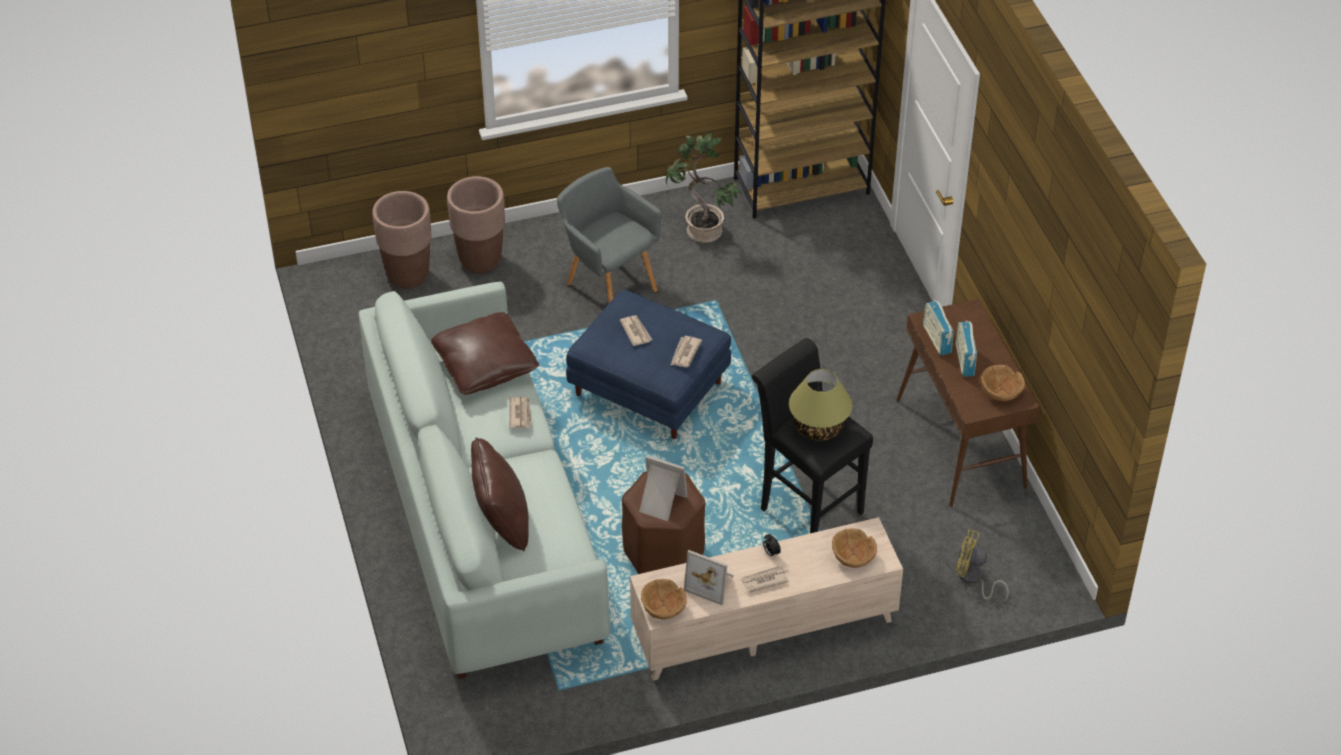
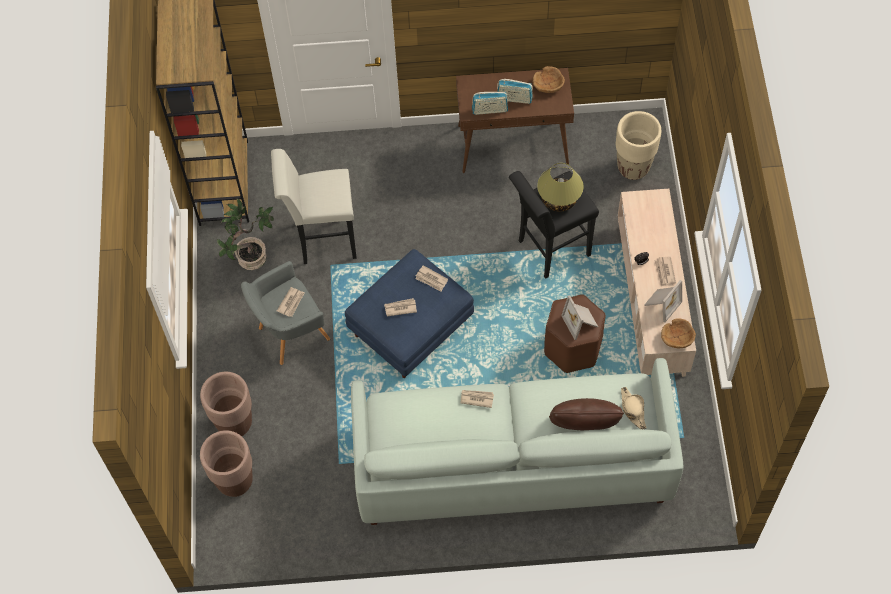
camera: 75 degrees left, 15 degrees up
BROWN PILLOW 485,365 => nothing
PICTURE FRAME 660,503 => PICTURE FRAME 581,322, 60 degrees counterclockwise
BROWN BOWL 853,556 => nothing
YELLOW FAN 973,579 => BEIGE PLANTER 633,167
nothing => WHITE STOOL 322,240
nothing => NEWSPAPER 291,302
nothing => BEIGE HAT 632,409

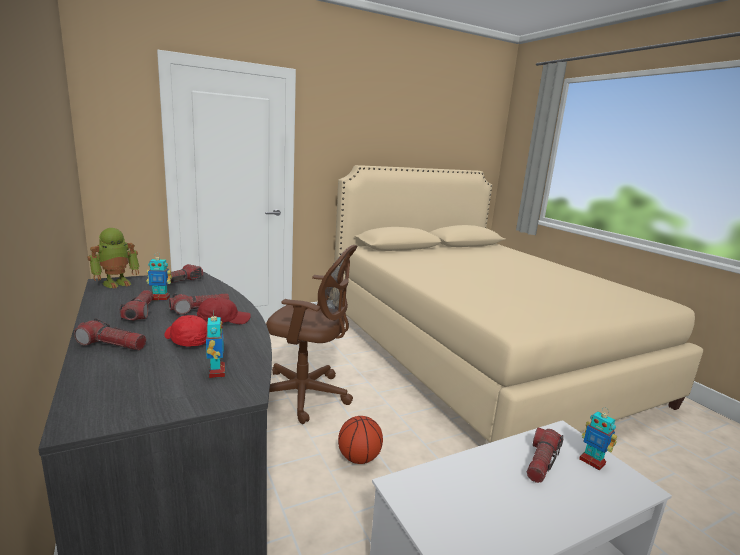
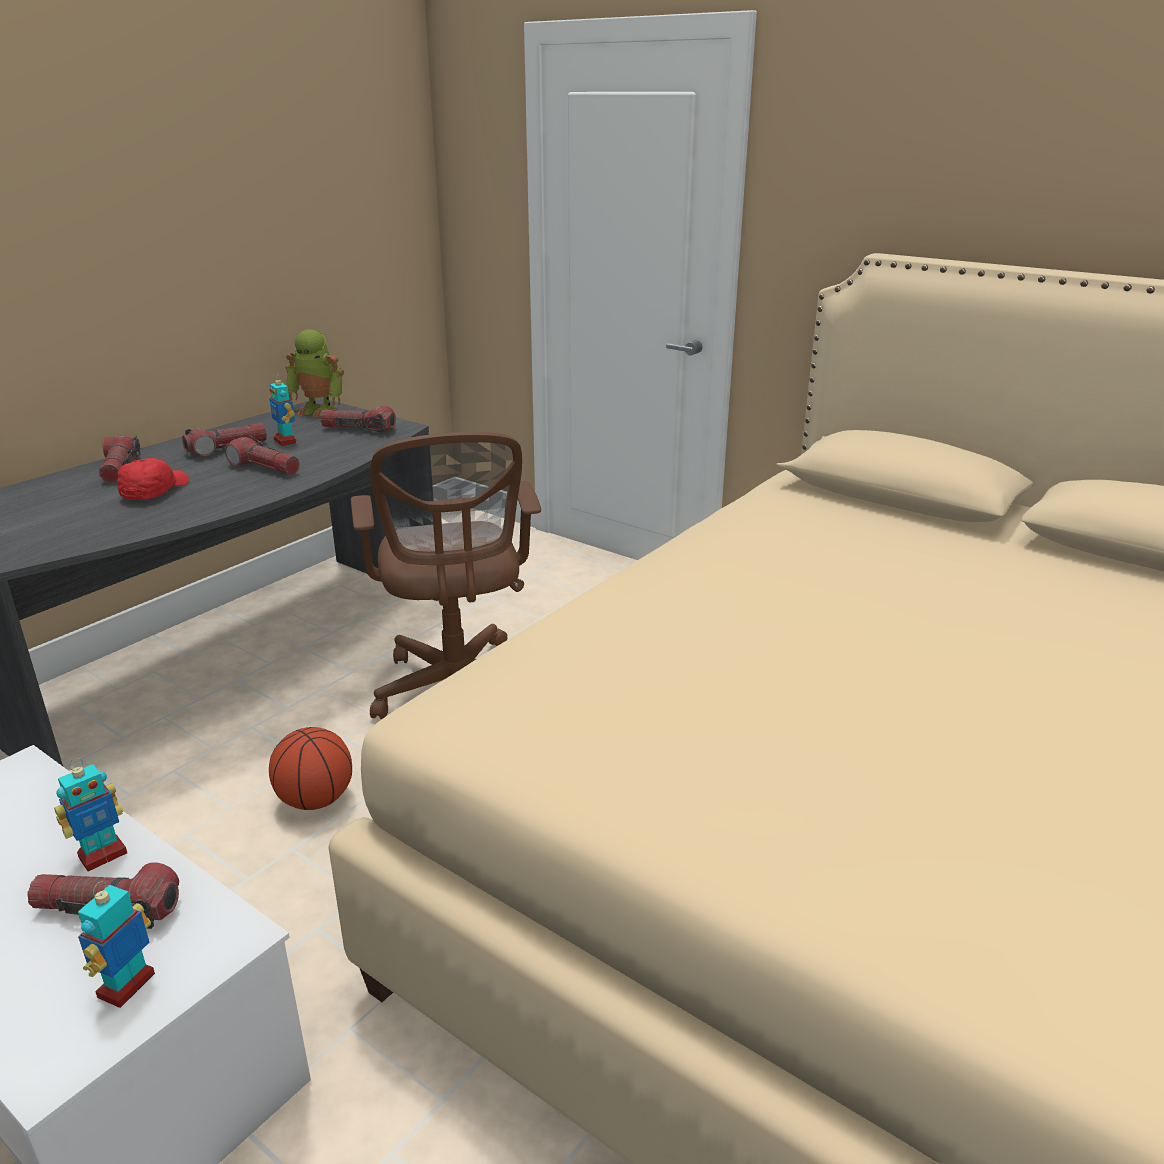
camera: 65 degrees right, 10 degrees up
RED CAP 223,320 => nothing
TOY ROBOT 216,372 => TOY ROBOT 102,855, move

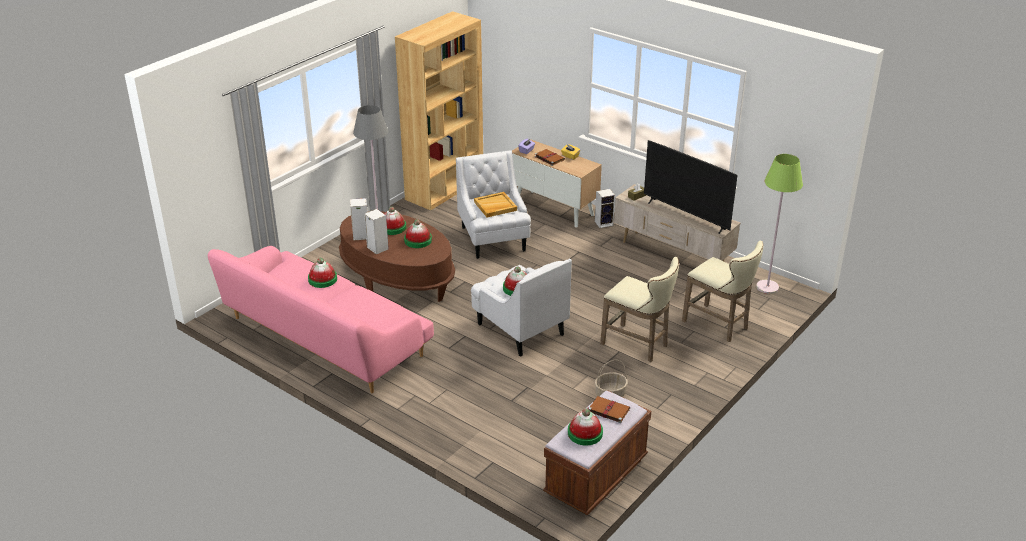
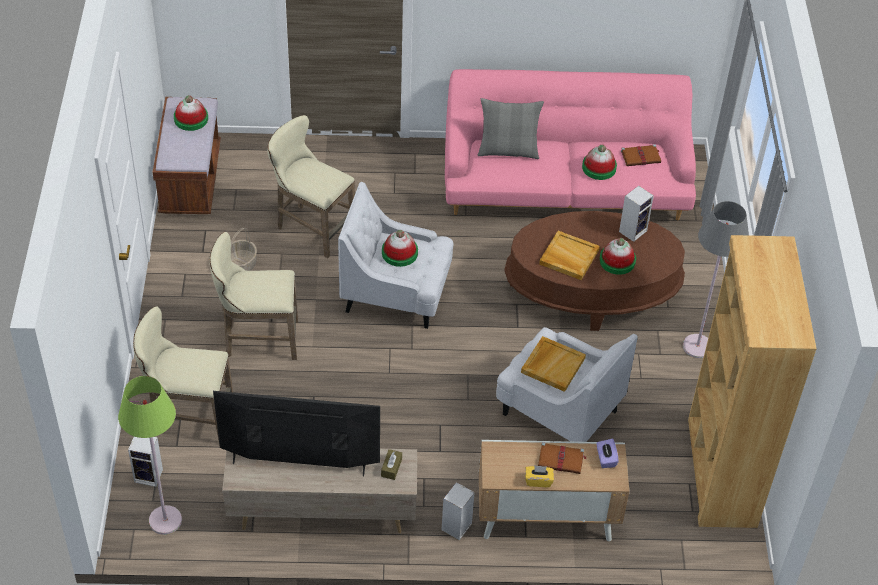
camera: 140 degrees right, 15 degrees up
SPEAKER 377,248 => SPEAKER 150,476, move
HAT 418,240 => BEIGE TRAY 568,257
BROWN BOOK 608,410 => BROWN BOOK 641,157, move
nothing => GREY PILLOW 508,151
nothing => BEIGE STOOL 311,228

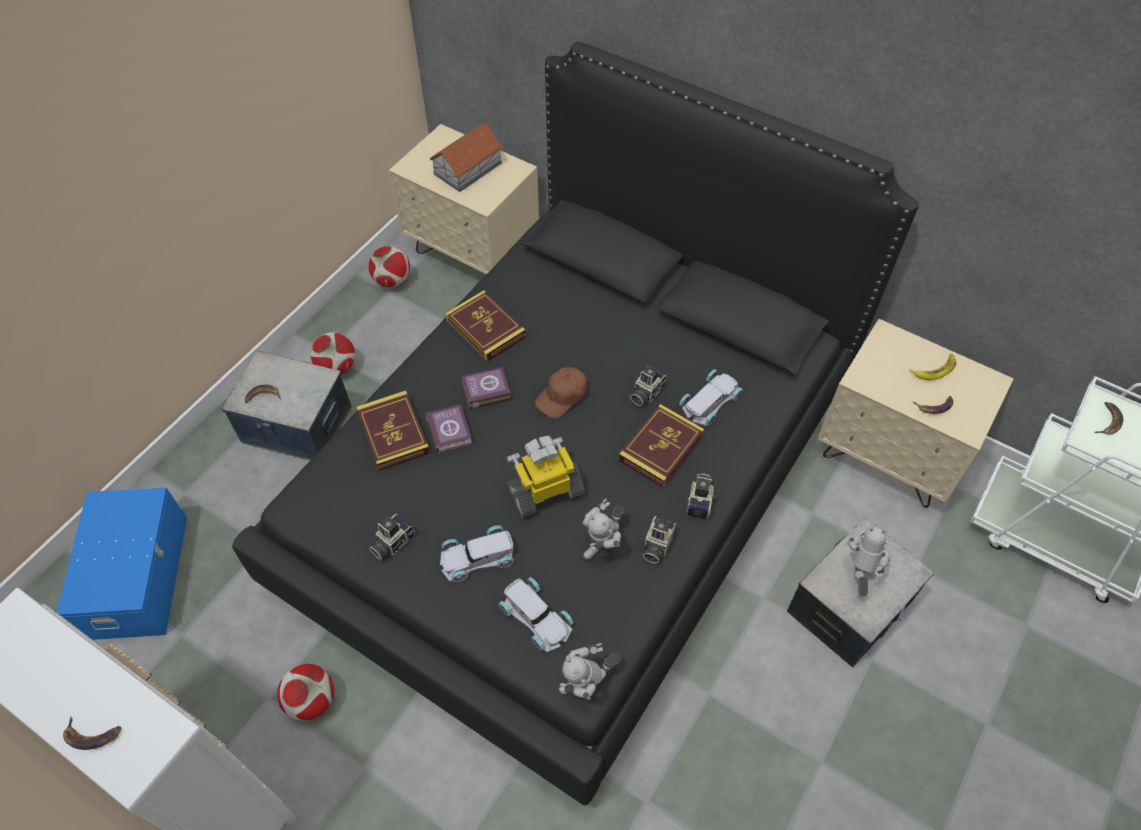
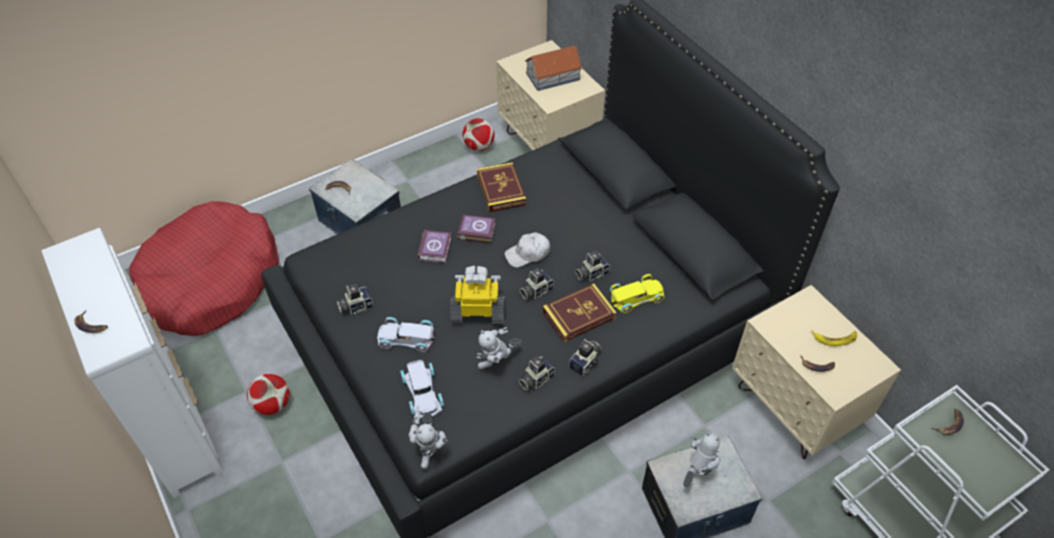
camera: 25 degrees right, 5 degrees down
FOOTBALL 337,367 => nothing
BROWN CAP 562,396 => WHITE CAP 528,254
WHITE TOY CAR 711,401 => YELLOW TOY CAR 637,297
BOOK 393,433 => nothing
BLUE STORAGE BOX 139,575 => RED DOG BED 210,281
TOY ROBOT 586,686 => TOY ROBOT 430,451, 90 degrees counterclockwise
nothing => PHOTO CAMERA 535,290

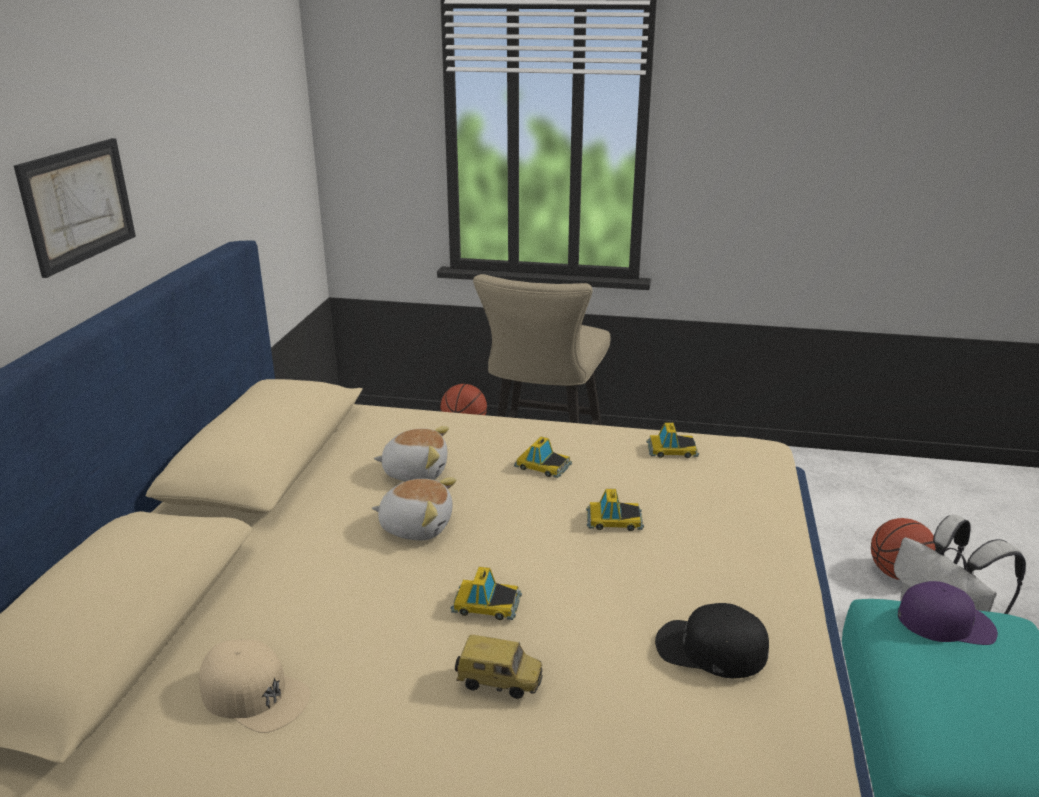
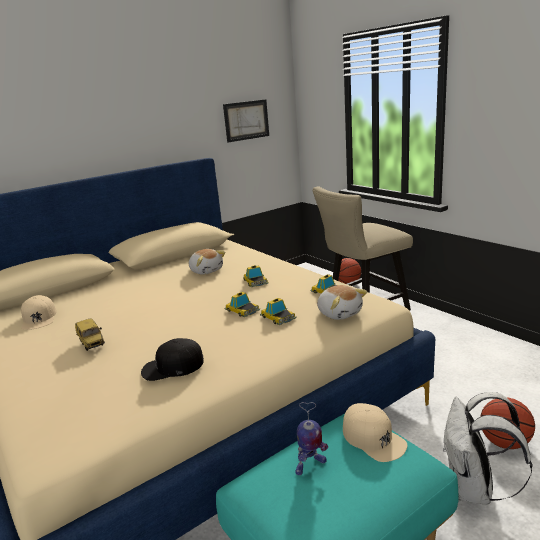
camera: 45 degrees right, 5 degrees down
PICTURE 78,204 => PICTURE 246,120, move
PLUSH TOY 416,526 => PLUSH TOY 339,313, move
TOY CAR 486,603 => TOY CAR 278,317, move
PURPLE CAP 946,622 => BEIGE CAP 373,438
BLACK CAP 710,649 => BLACK CAP 172,366, 75 degrees counterclockwise
nothing => TOY ROBOT 310,465

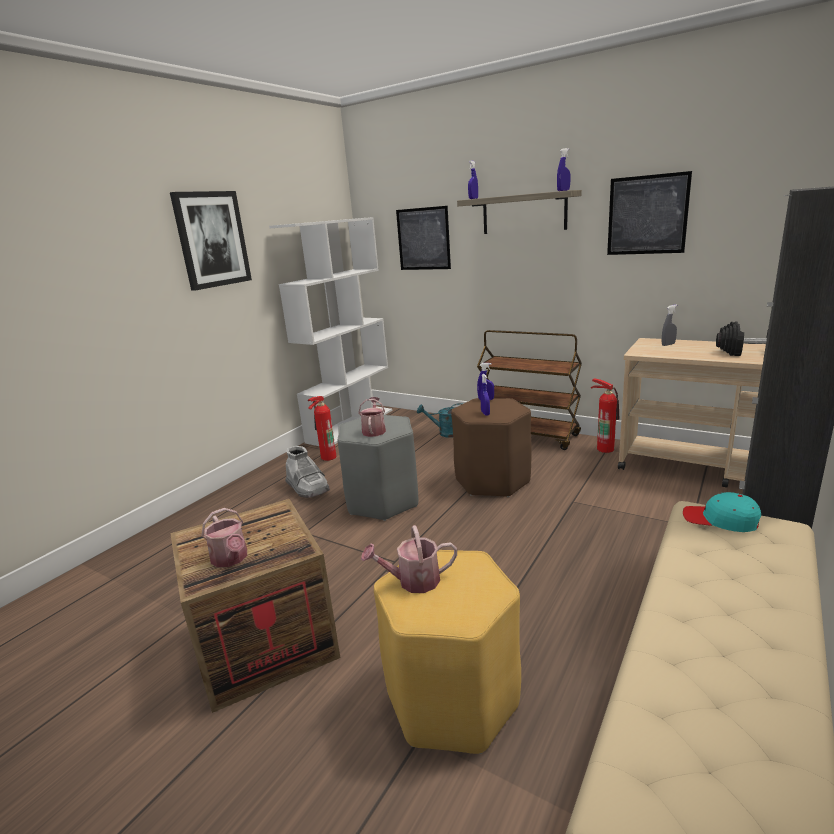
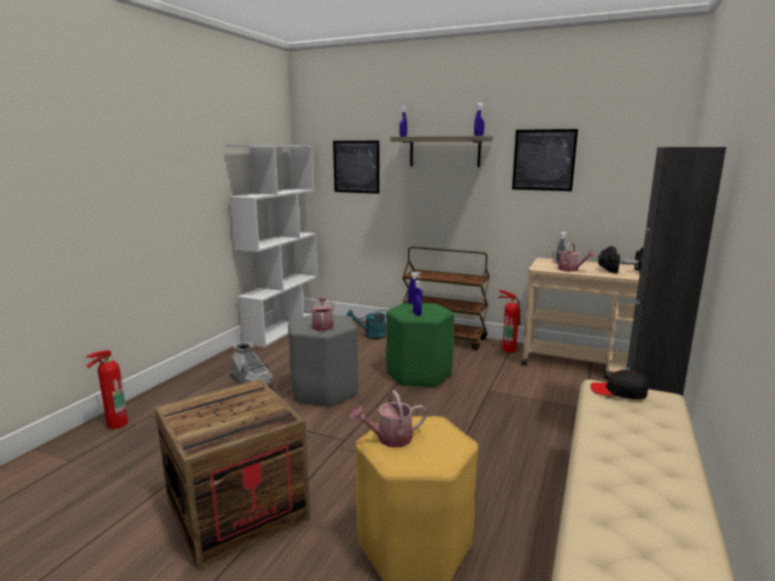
camera: 10 degrees left, 5 degrees down
PICTURE 212,239 => nothing
FIRE EXTINGUISHER 326,457 => FIRE EXTINGUISHER 114,424, move
BROWN STOOL 492,481 => GREEN STOOL 419,374
TURQUOISE CAP 720,520 => BLACK CAP 619,392
WATERING CAN 231,559 => WATERING CAN 571,270, move

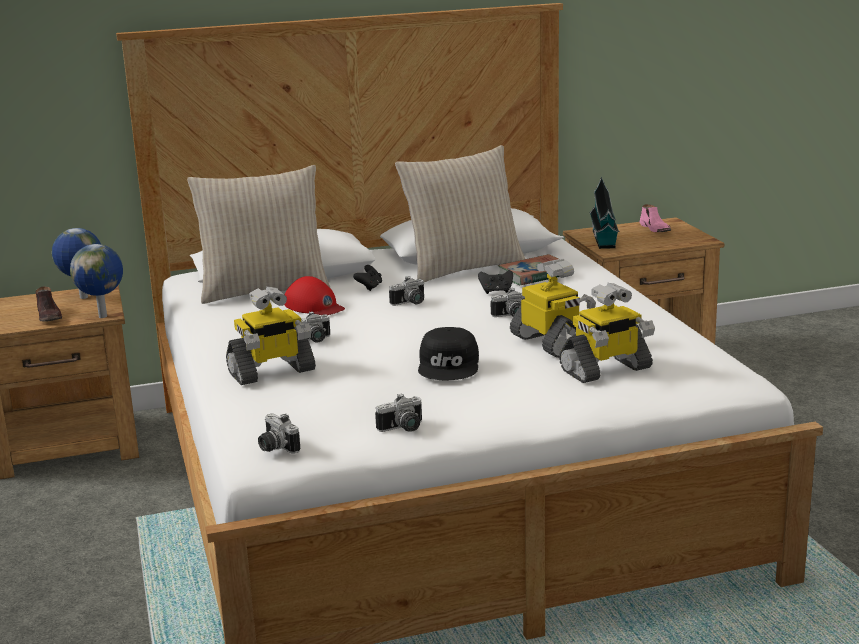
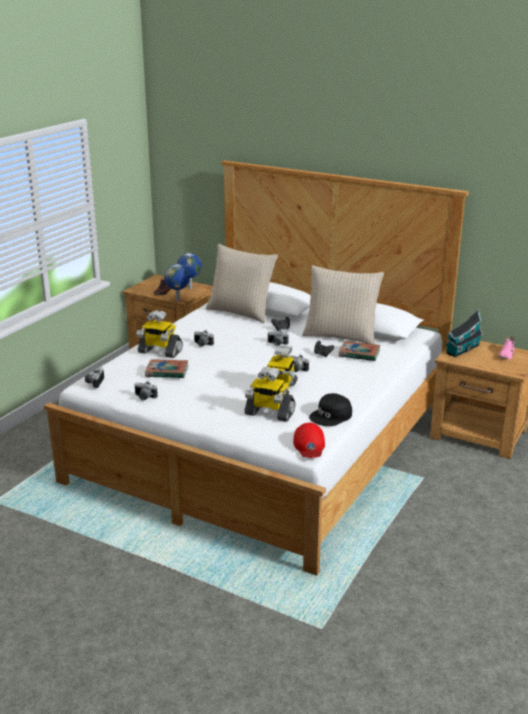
camera: 45 degrees right, 5 degrees up
RED CAP 314,306 => RED CAP 309,445, move
BLACK CAP 450,365 => BLACK CAP 331,416, move
nothing => BOOK 167,372

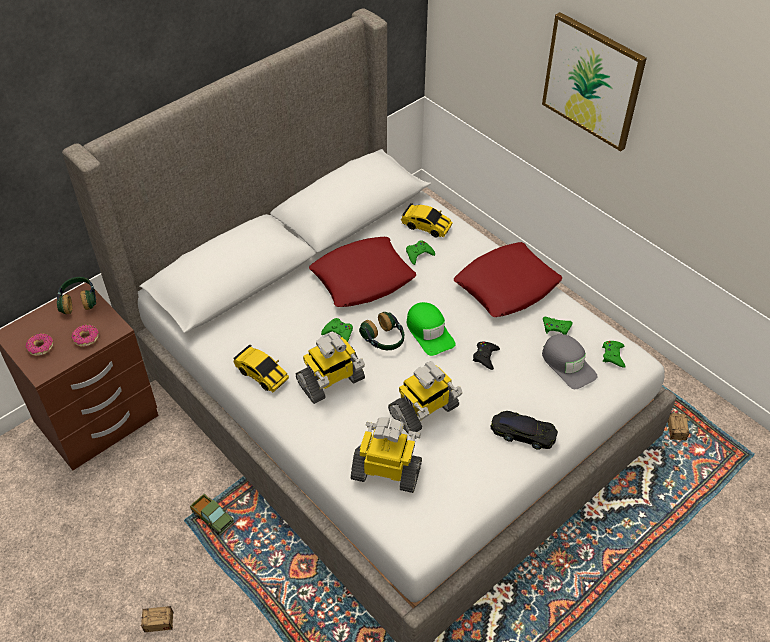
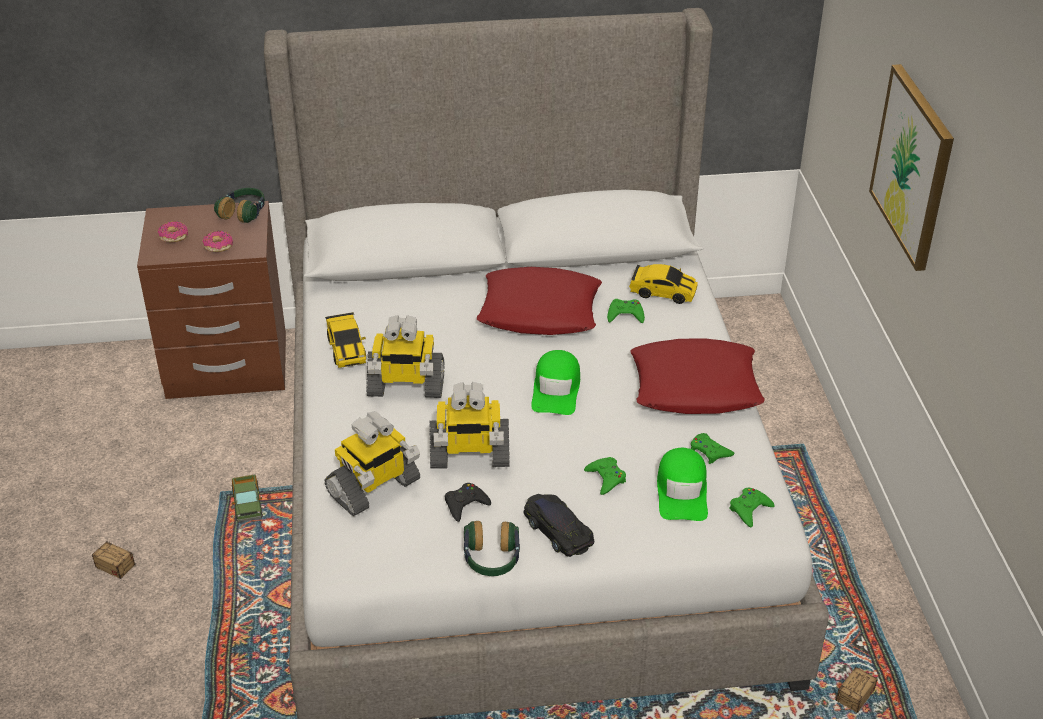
camera: 35 degrees right, 10 degrees down
TOY CAR 426,226 => TOY CAR 663,292, 45 degrees counterclockwise
HEADPHONES 384,339 => HEADPHONES 491,560, move
GREEN GAME CONTROLLER 338,333 => GREEN GAME CONTROLLER 606,478, move
GREY CAP 567,364 => GREEN CAP 682,491
BLACK GAME CONTROLLER 485,357 => BLACK GAME CONTROLLER 465,504, move
TOY ROBOT 387,471 => TOY ROBOT 374,488, 90 degrees clockwise

